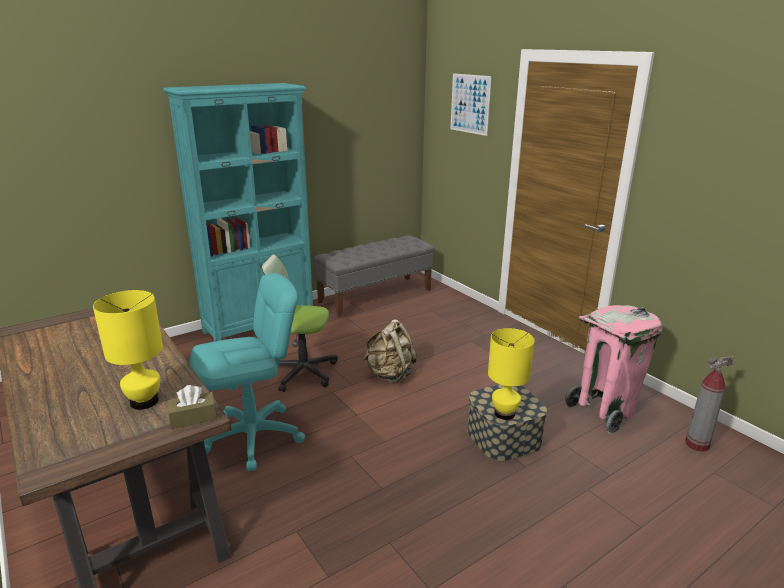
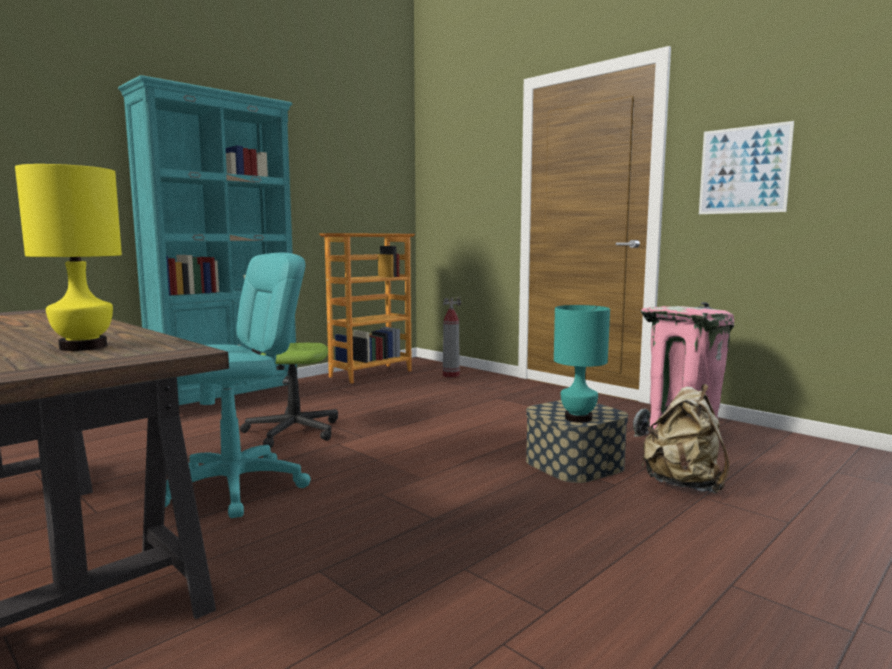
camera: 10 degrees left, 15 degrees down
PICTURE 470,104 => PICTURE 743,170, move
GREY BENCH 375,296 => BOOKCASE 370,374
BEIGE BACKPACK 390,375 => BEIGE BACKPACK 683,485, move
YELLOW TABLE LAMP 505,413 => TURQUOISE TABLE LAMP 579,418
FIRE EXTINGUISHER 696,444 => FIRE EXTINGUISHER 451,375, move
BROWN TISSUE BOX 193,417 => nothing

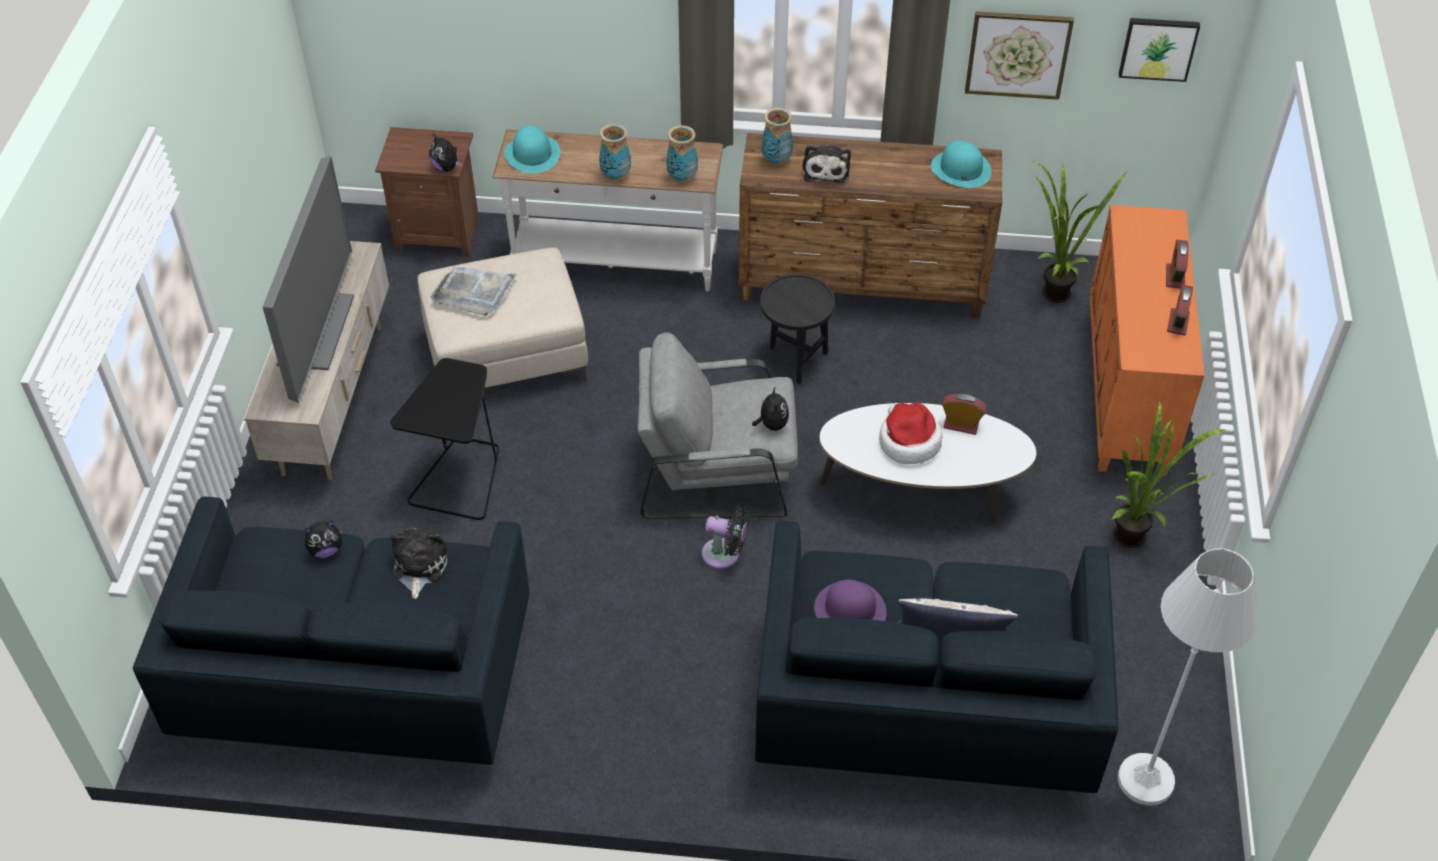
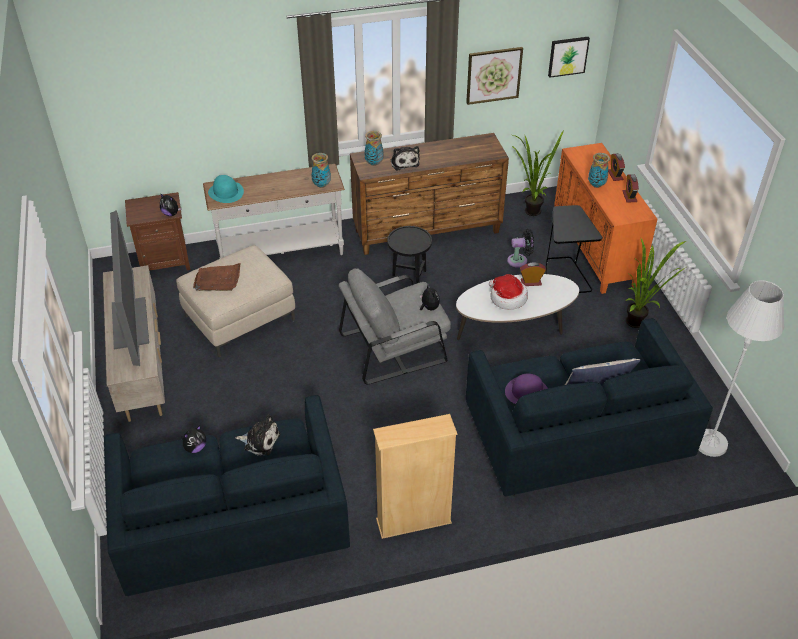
camera: 20 degrees left, 5 degrees down
VASE 615,175 => VASE 596,185, move
TURQUOISE HAT 960,169 => nothing
GREY TRAY 474,292 => BROWN TRAY 218,280
BLACK SIDE TABLE 460,479 => BLACK SIDE TABLE 564,276, move
BLACK FAN 724,555 => BLACK FAN 519,261, move
PLUSH TOY 419,566 => PLUSH TOY 260,441, 120 degrees clockwise
nothing => BEIGE BOOKCASE 413,521

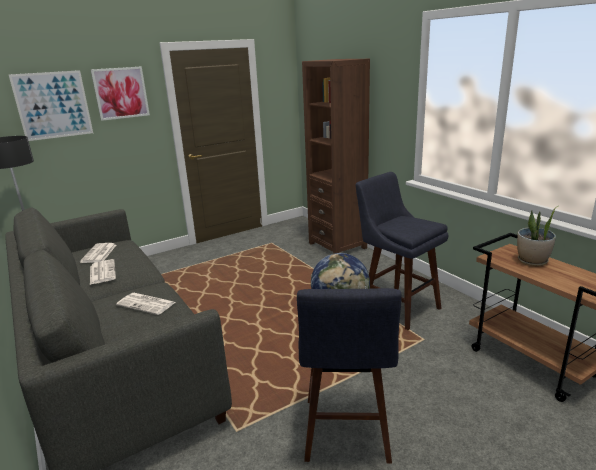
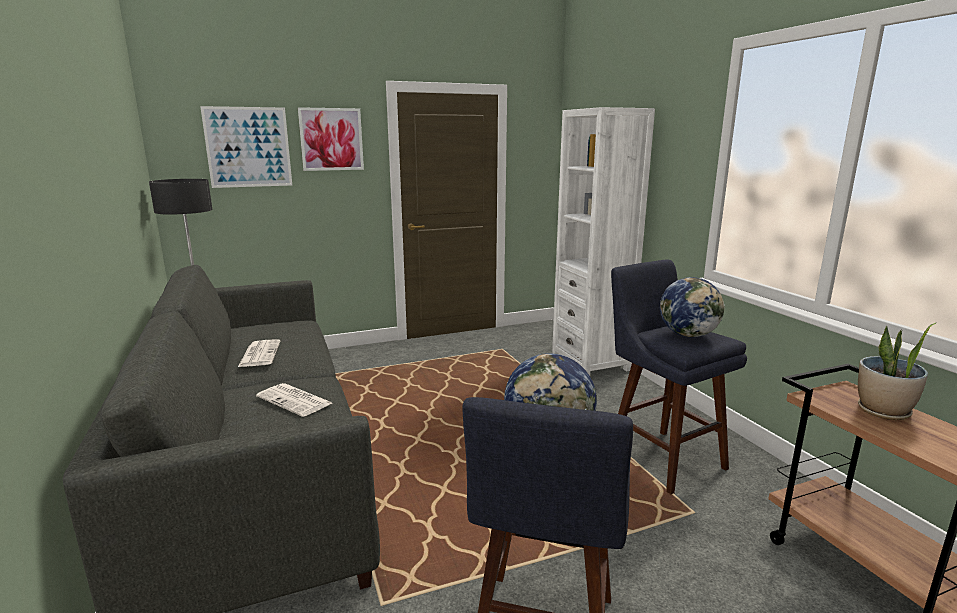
camera: 10 degrees right, 5 degrees down
BROWN BOOKCASE 337,245 => WHITE BOOKCASE 590,362
NEWSPAPER 99,254 => nothing
nothing => GLOBE 688,335

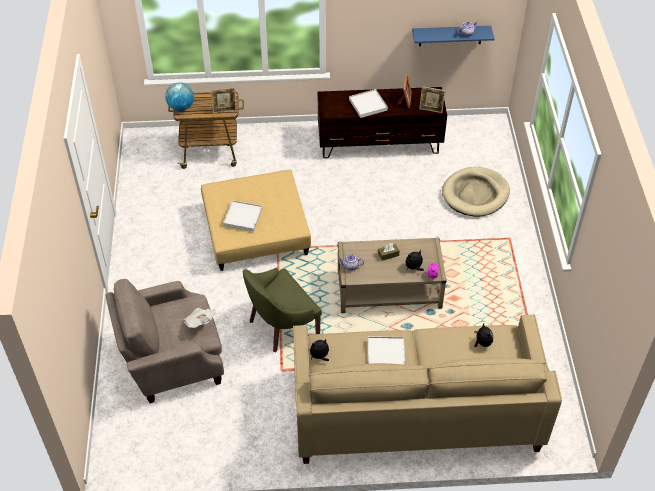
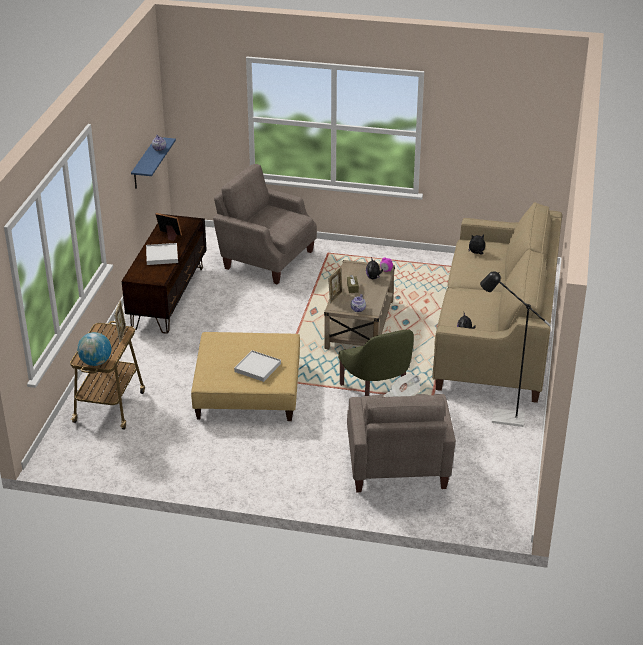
camera: 75 degrees left, 15 degrees down
PICTURE FRAME 431,110 => PICTURE FRAME 335,297, move
BEIGE DOG BED 475,194 => BEIGE ARMCHAIR 266,259
WHITE TRAY 386,354 => nothing
nothing => BLACK FLOOR LAMP 501,417

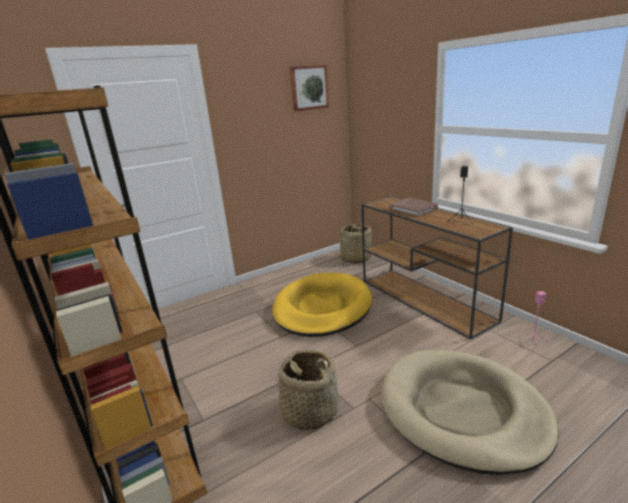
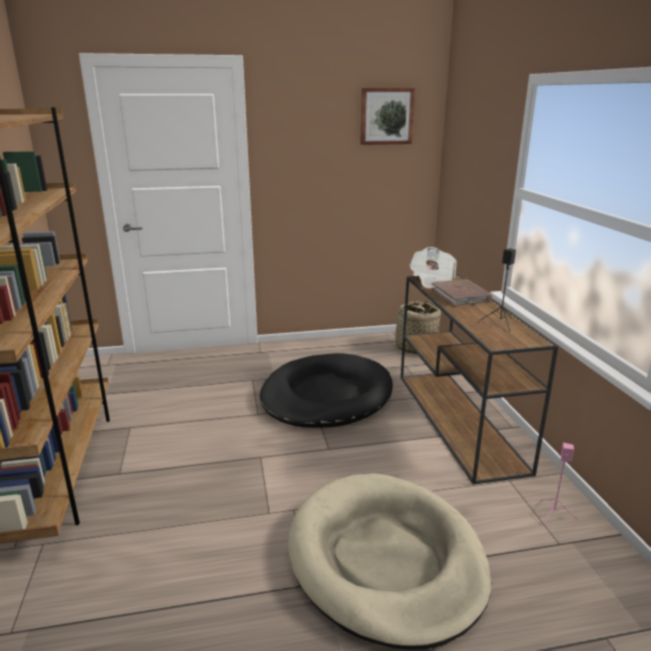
camera: 20 degrees right, 0 degrees up
YELLOW DOG BED 322,308 => BLACK DOG BED 326,396
BASKET 309,411 => nothing
nothing => NEWSPAPER 432,280

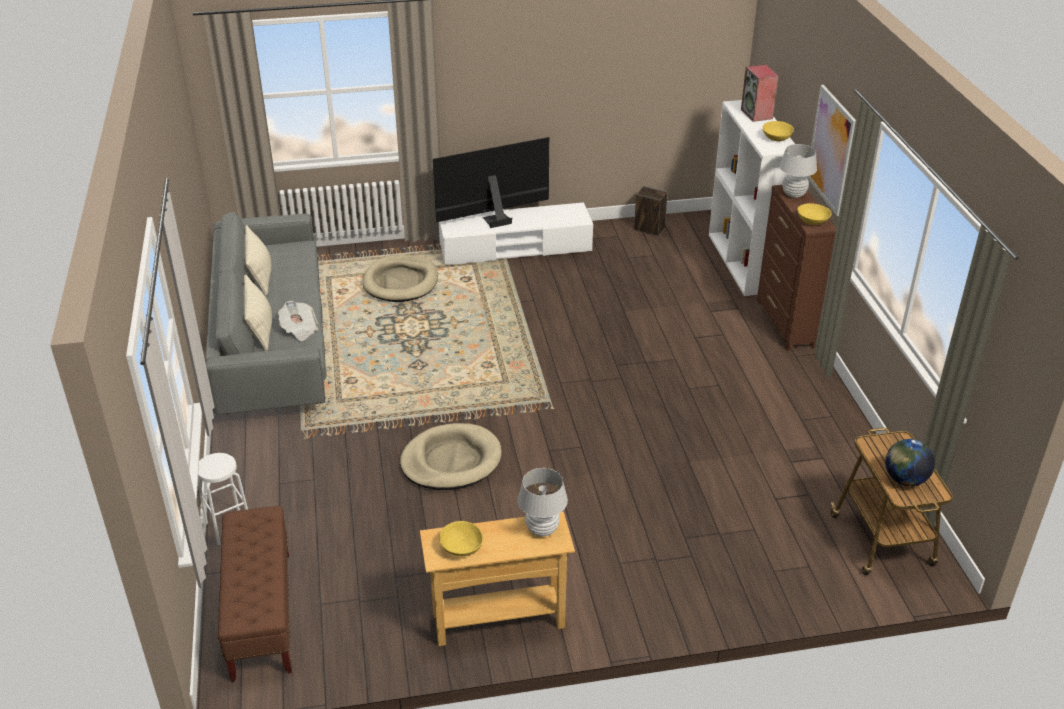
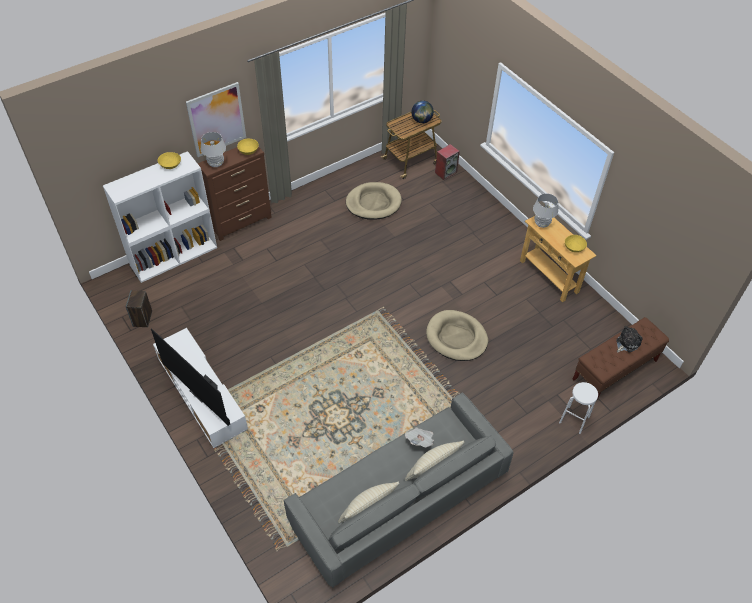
camera: 115 degrees left, 15 degrees up
SPEAKER 757,114 => SPEAKER 445,172, move
BEIGE DOG BED 401,282 => BEIGE DOG BED 373,203, move
nothing => PLUSH TOY 626,343

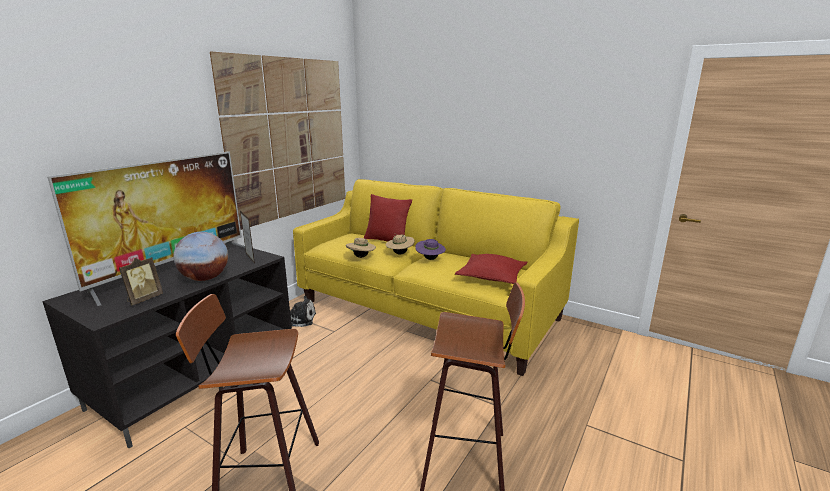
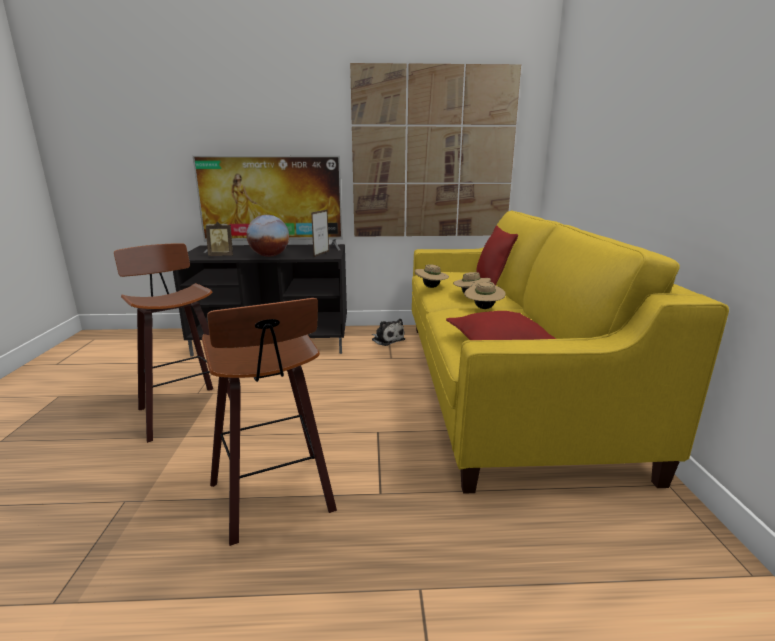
camera: 55 degrees right, 0 degrees up
PURPLE HAT 430,259 => BEIGE HAT 483,308

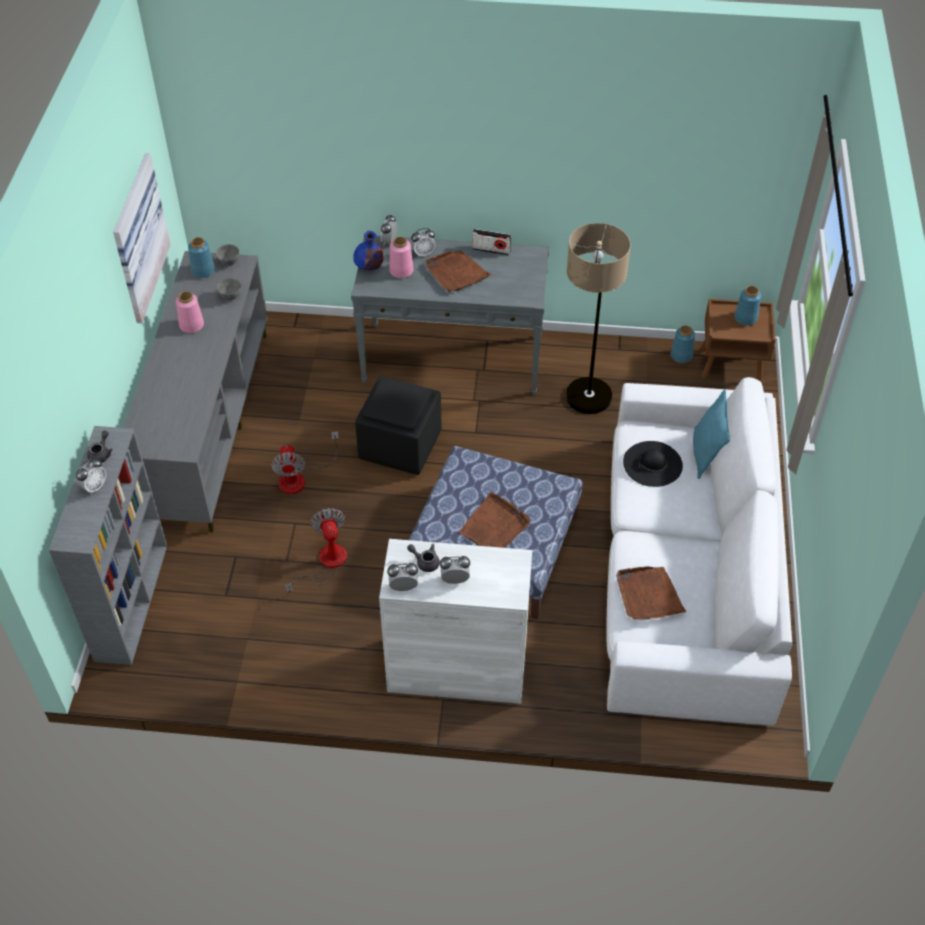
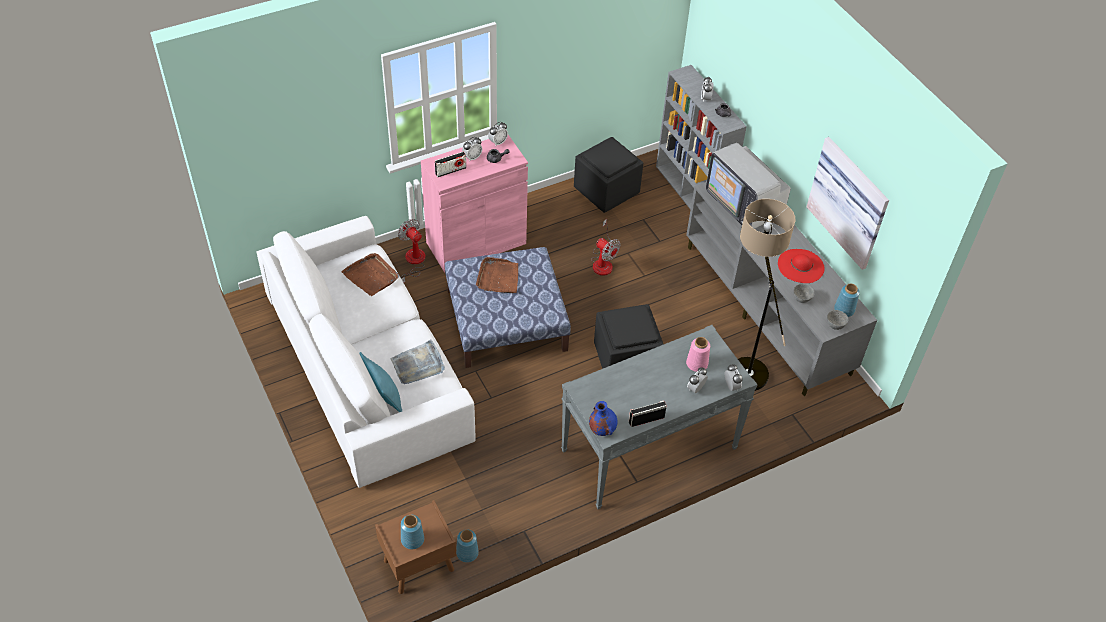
camera: 145 degrees right, 0 degrees up
FLOOR LAMP 584,410 => FLOOR LAMP 742,362, move
BLUE VASE 369,268 => BLUE VASE 601,429, move
BROWN TRAY 456,273 => nothing
PINK VASE 192,325 => RED HAT 800,266
FAN 300,478 => FAN 413,262, move
BLACK HAT 652,464 => GREY TRAY 418,365
WHITE CABINET 457,669 => PINK CABINET 476,243
nothing => BLACK OTTOMAN 606,191
nothing => TELEVISION 743,205
nothing => RADIO 450,171

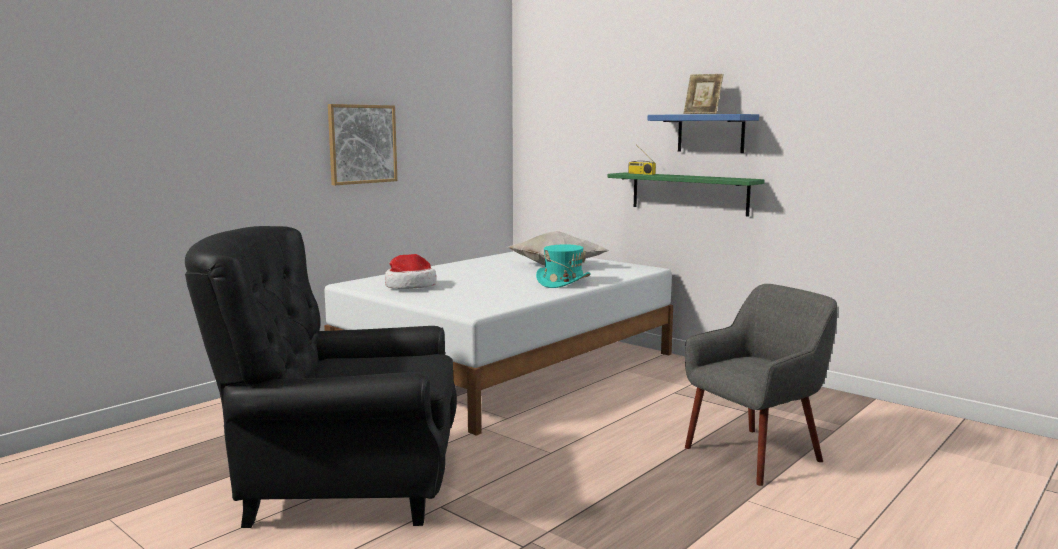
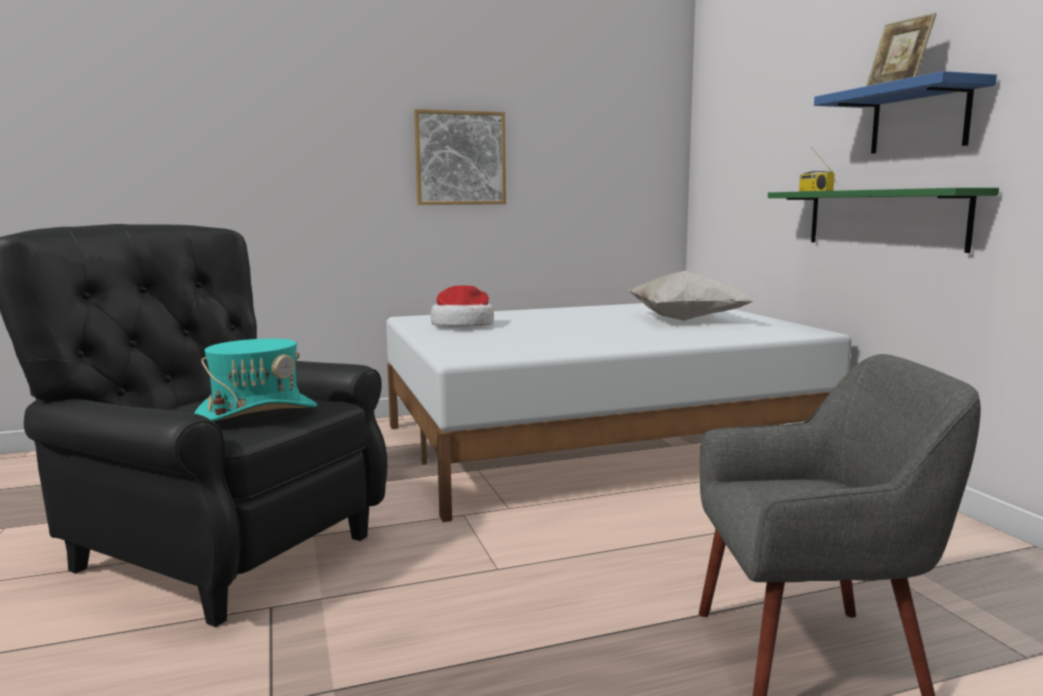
camera: 30 degrees right, 0 degrees up
TURQUOISE HAT 563,282 => TURQUOISE HAT 256,413, move

